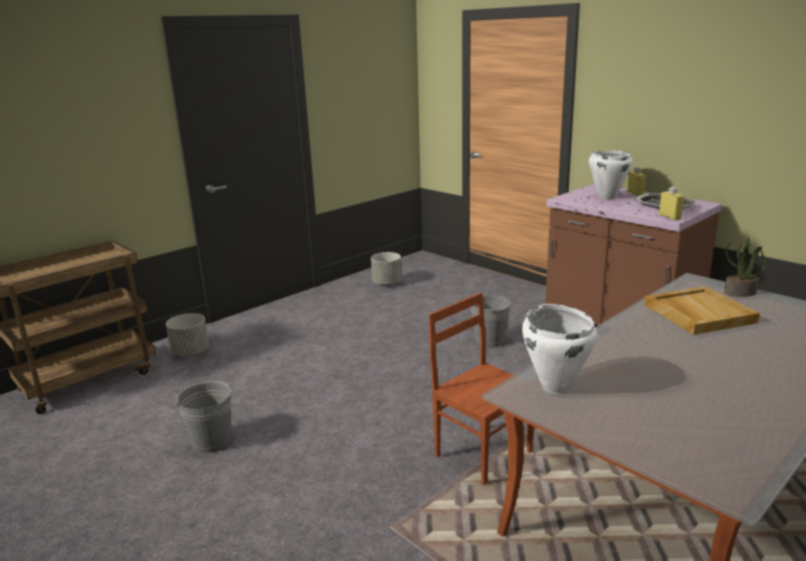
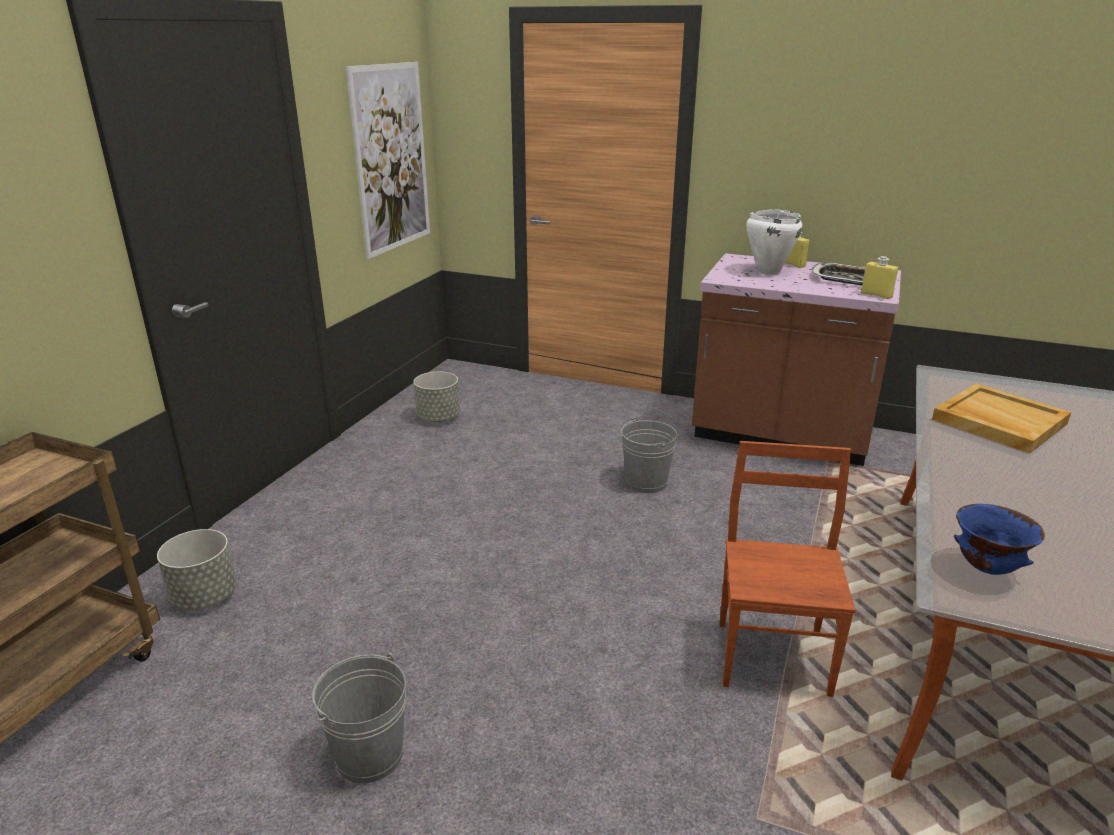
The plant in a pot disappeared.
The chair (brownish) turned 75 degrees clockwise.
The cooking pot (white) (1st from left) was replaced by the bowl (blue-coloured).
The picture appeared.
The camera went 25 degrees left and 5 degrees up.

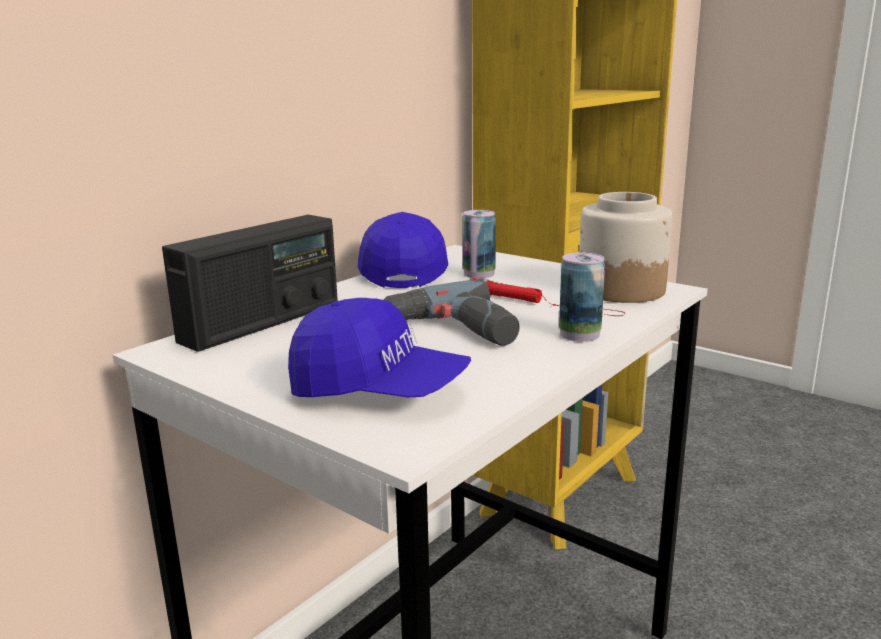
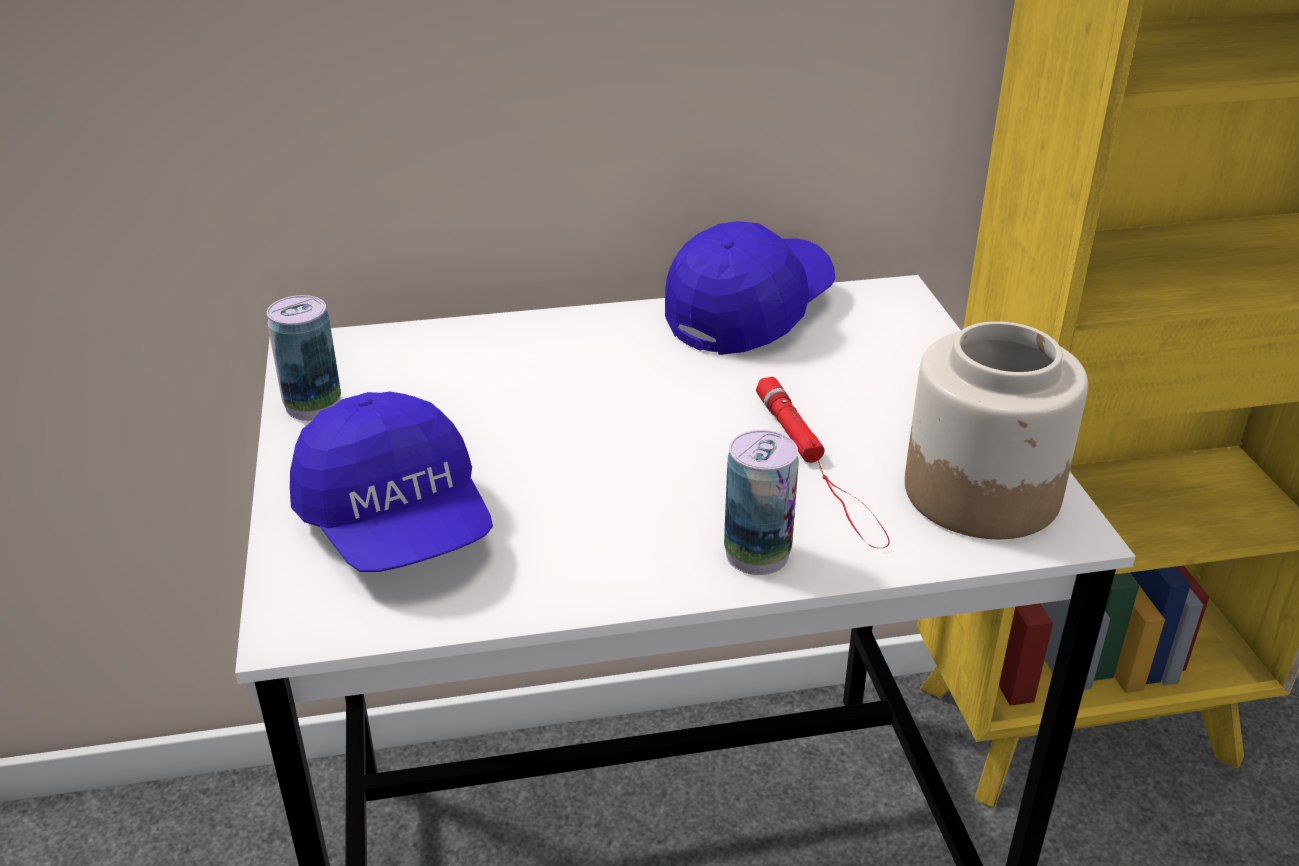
The metal can (1st from left) moved.
The radio set disappeared.
The power drill disappeared.
The camera went 40 degrees right and 15 degrees up.

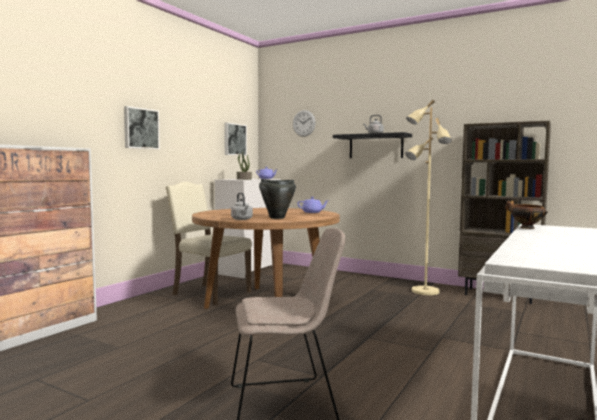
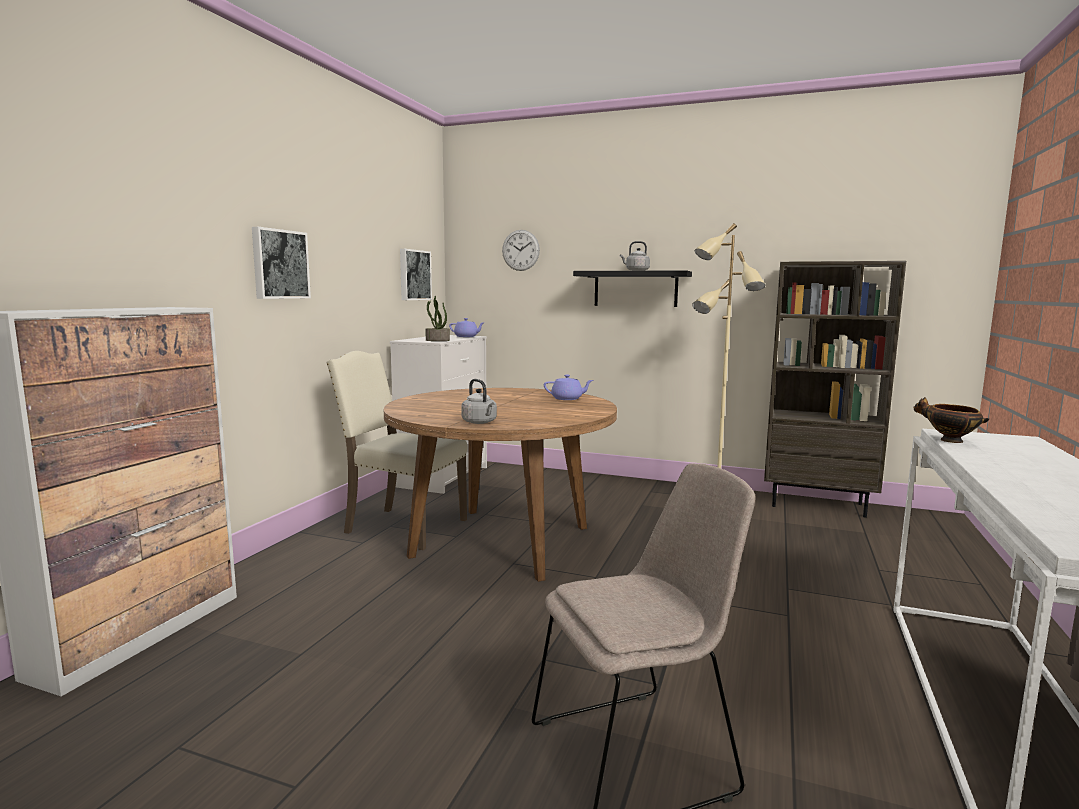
The cooking pot (blackish) disappeared.
The camera went 10 degrees left and 5 degrees up.

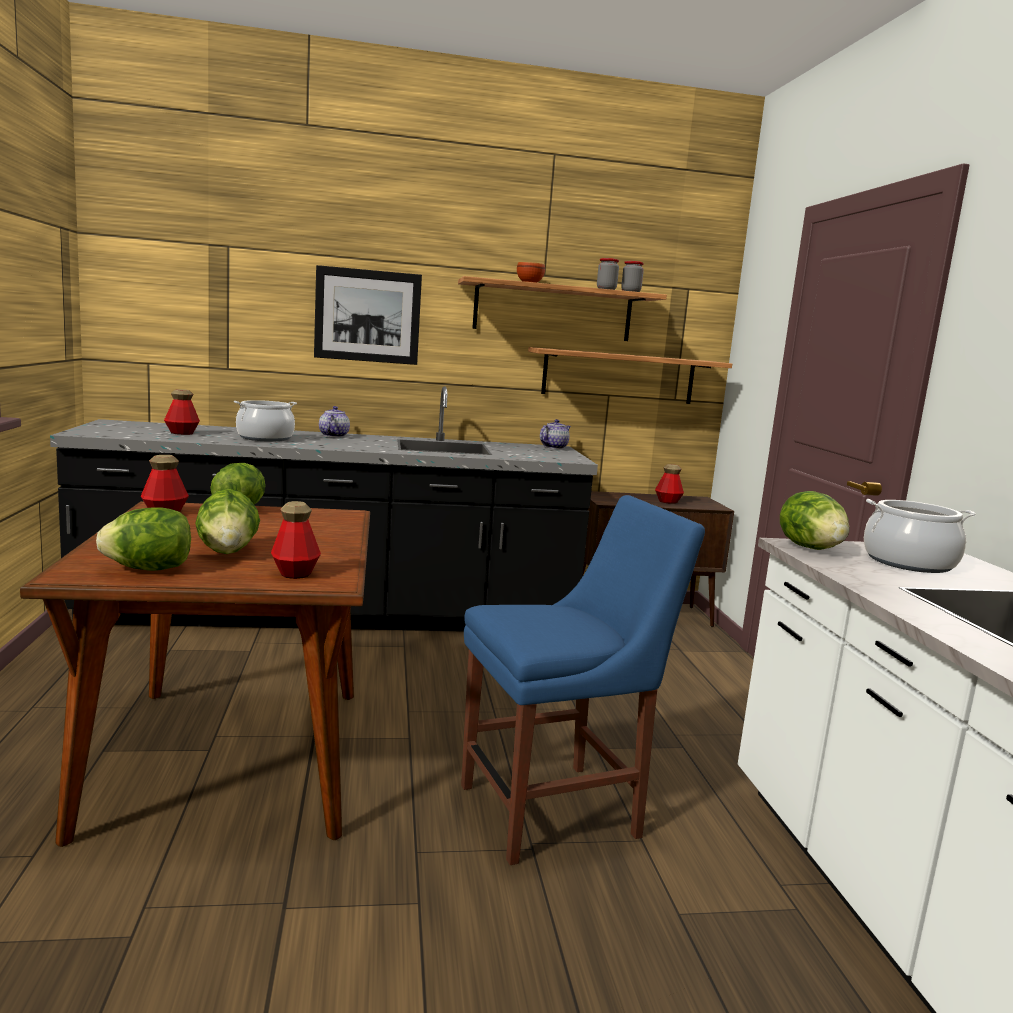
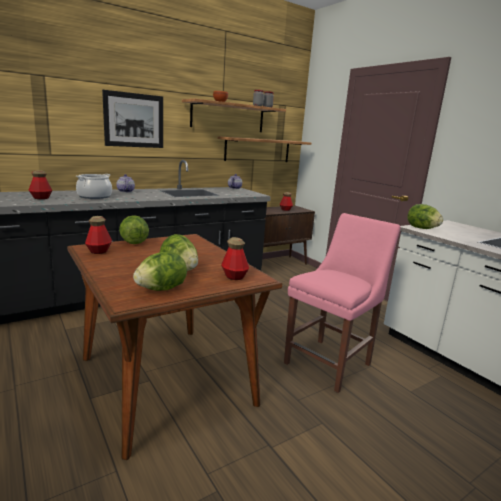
The chair (blue-coloured) became the chair (pink).
The cooking pot (2nd from left) disappeared.
The camera went 25 degrees left and 5 degrees up.

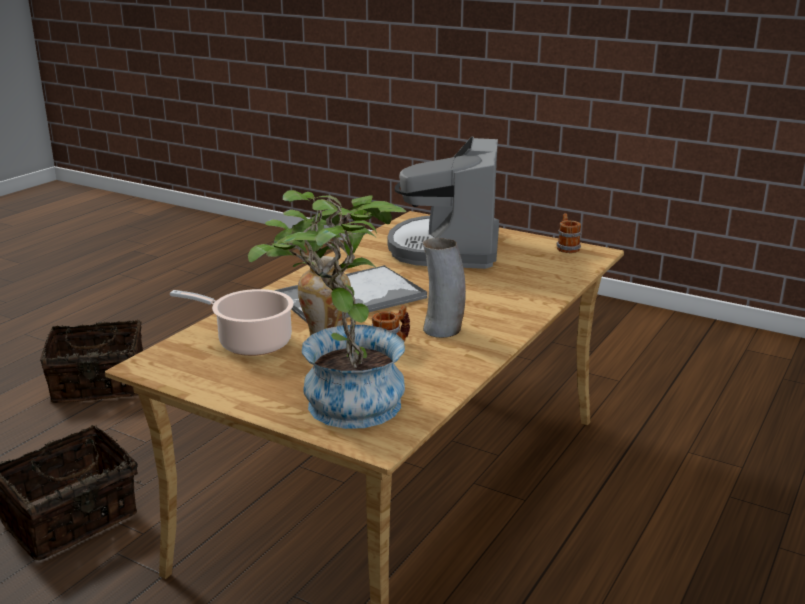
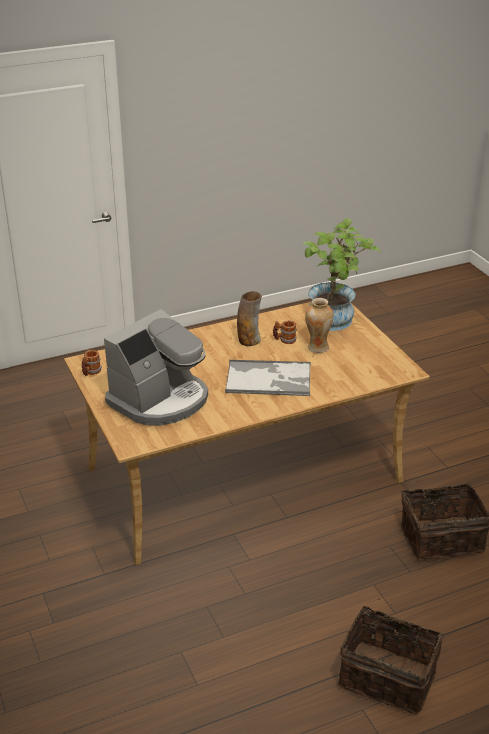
The cooking pot disappeared.
The camera went 145 degrees left and 10 degrees up.

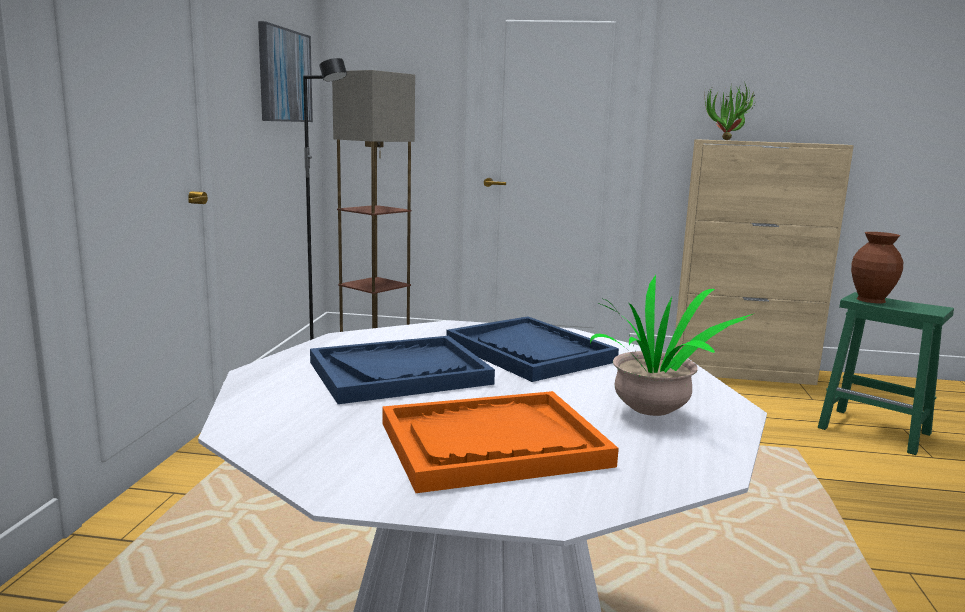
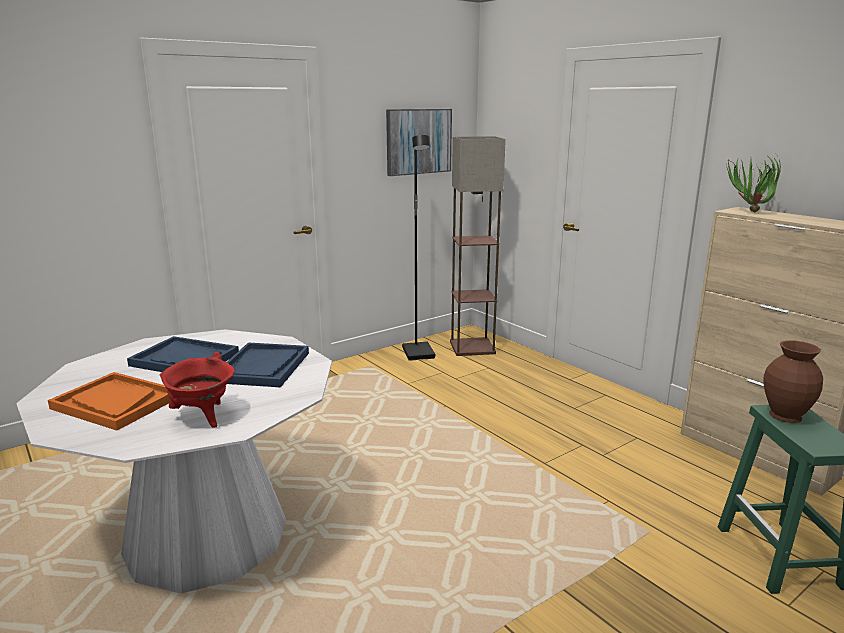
The plant in a pot (1st from left) was replaced by the cooking pot (red).
The camera went 45 degrees right and 5 degrees up.

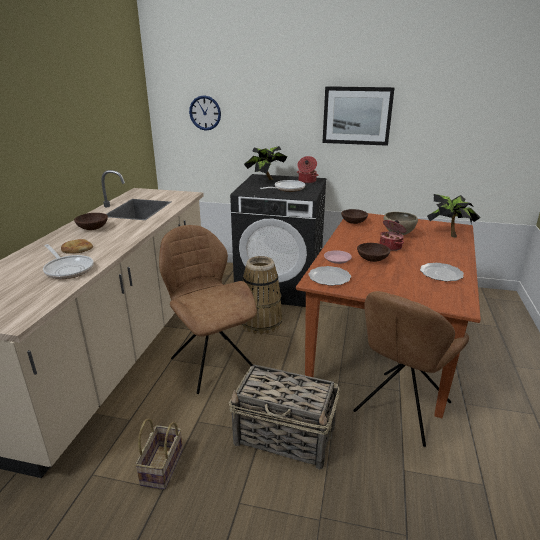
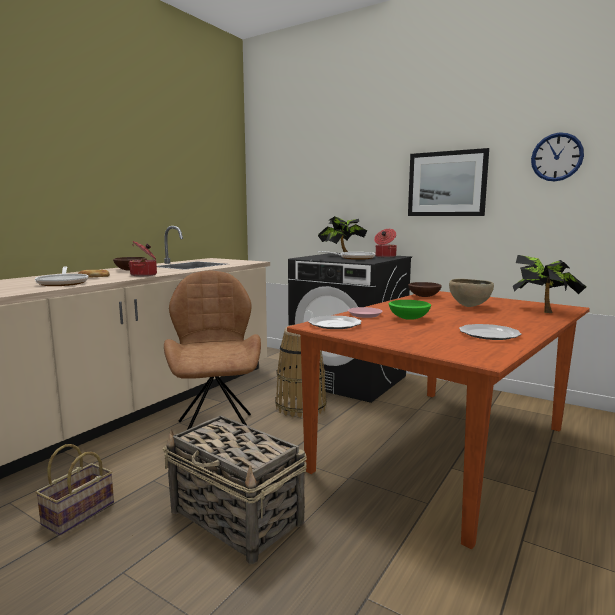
The hanging clock moved.
The cooking pot (2nd from left in the first image) moved.
The bowl (brownish) (3rd from left) became the bowl (greenish).
The chair (brownish) (2nd from left) disappeared.
The camera went 20 degrees right and 15 degrees down.

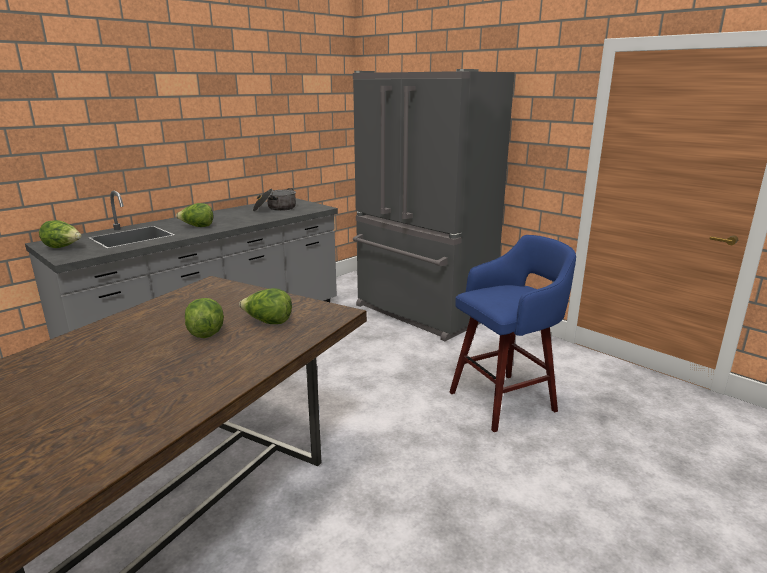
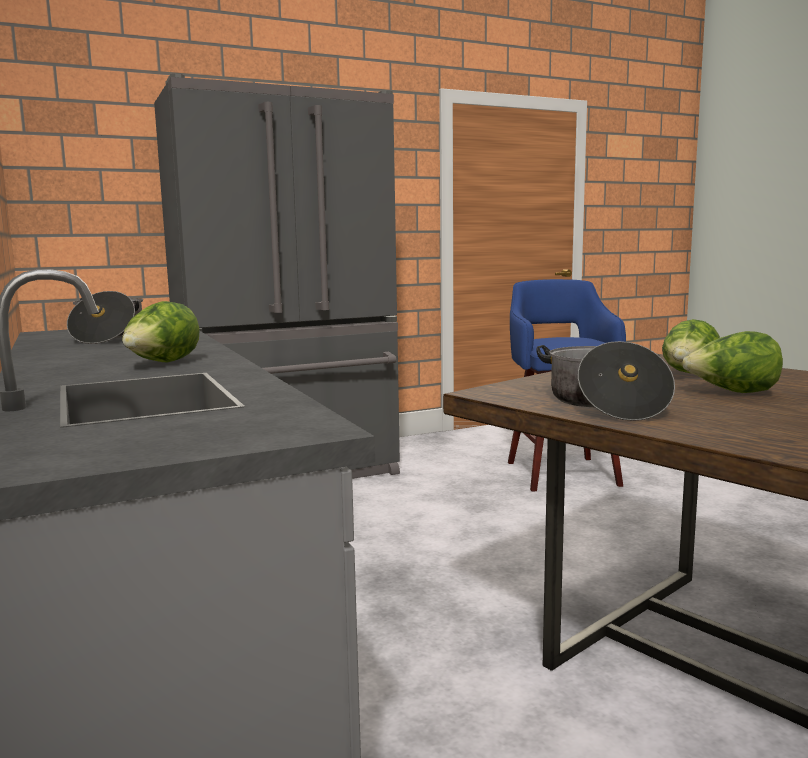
The head of lettuce (1st from left) disappeared.
The cooking pot (2nd from left) appeared.
The camera went 70 degrees left and 10 degrees down.

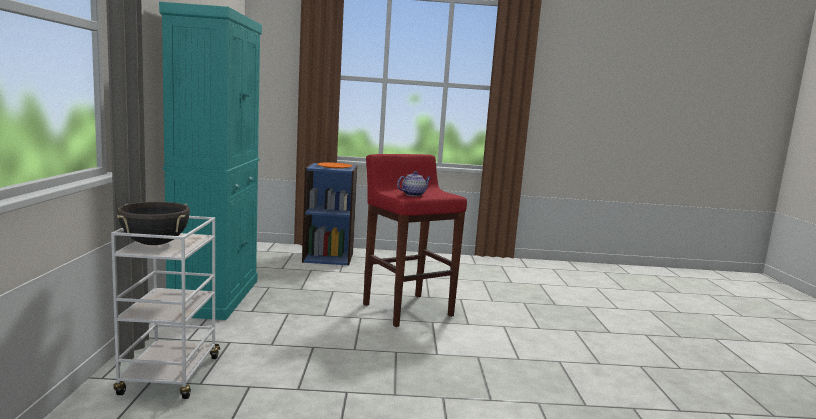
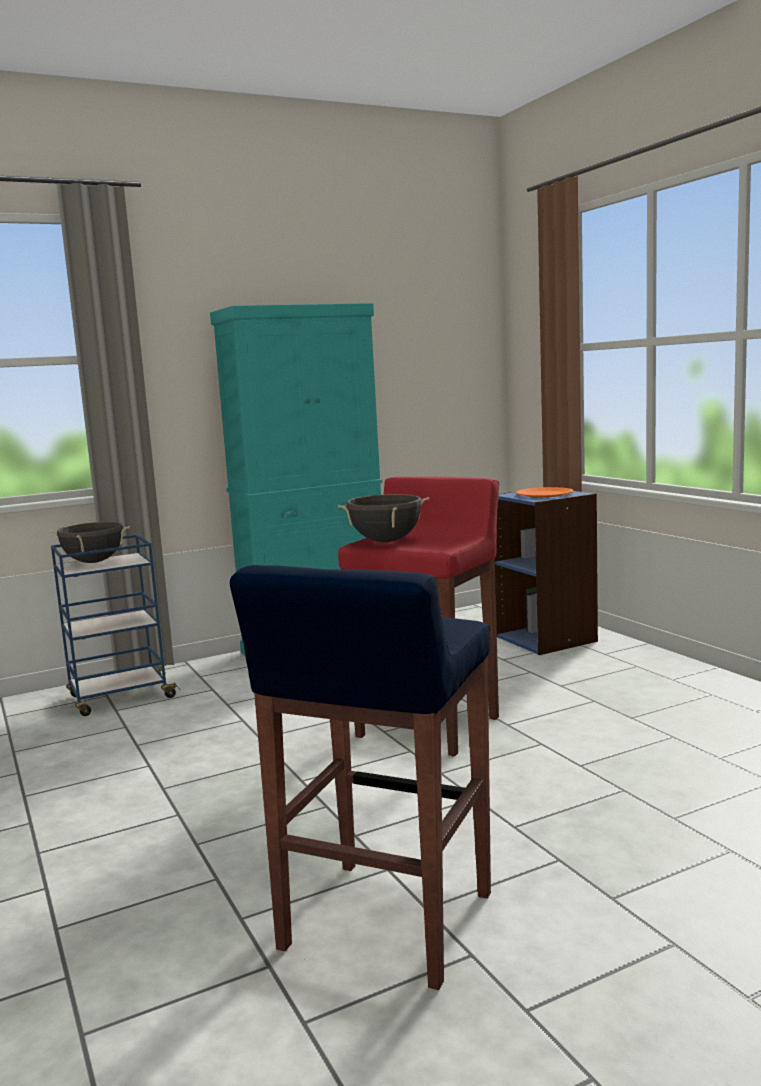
The tea pot was replaced by the cooking pot (blackish) (2nd from left).
The trolley (white) became the trolley (blue-coloured).
The stool (blue-coloured) appeared.
The camera went 65 degrees right and 0 degrees up.

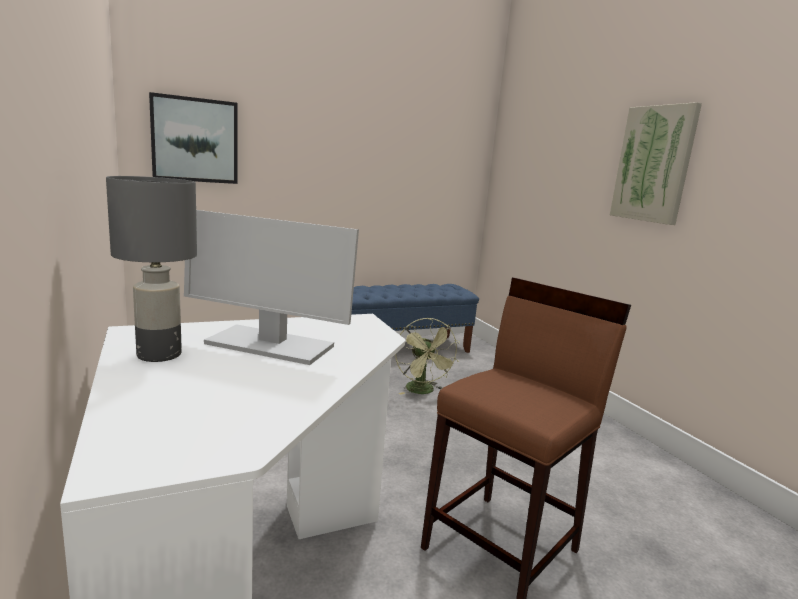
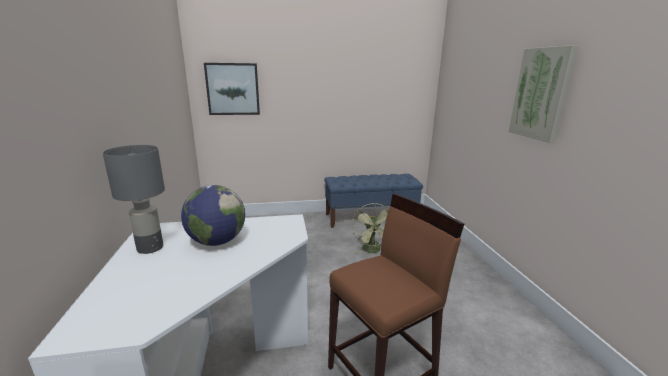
The computer display was replaced by the globe.
The camera went 15 degrees right and 5 degrees up.

